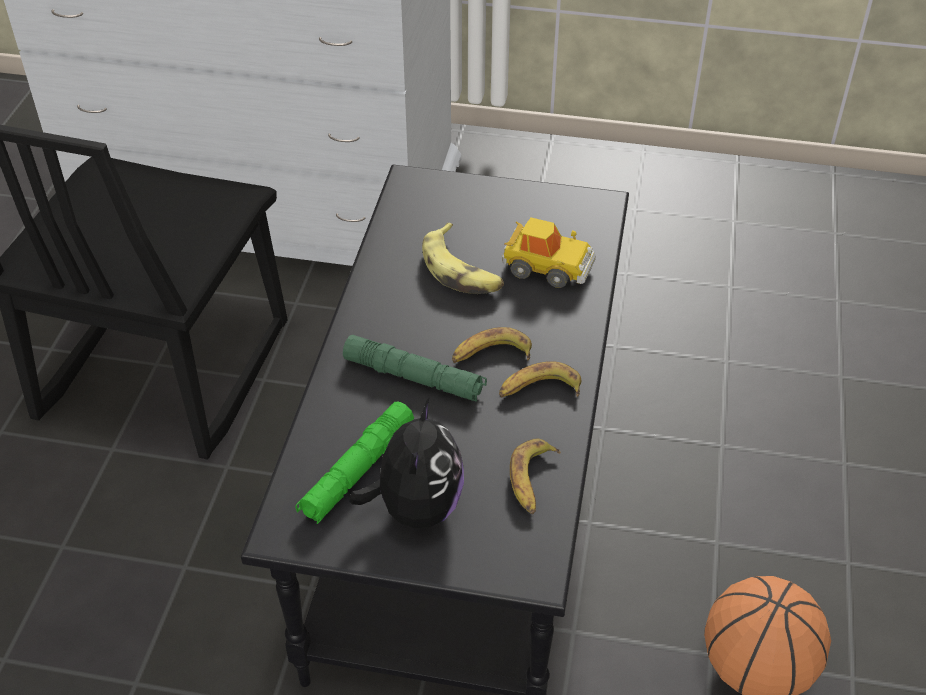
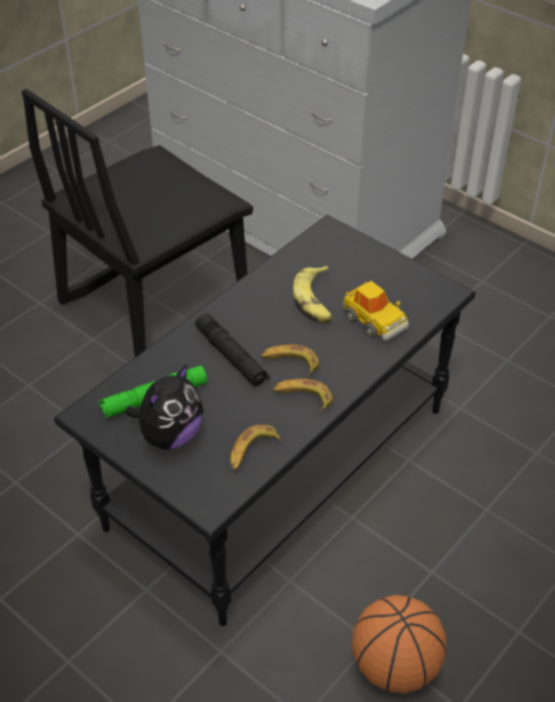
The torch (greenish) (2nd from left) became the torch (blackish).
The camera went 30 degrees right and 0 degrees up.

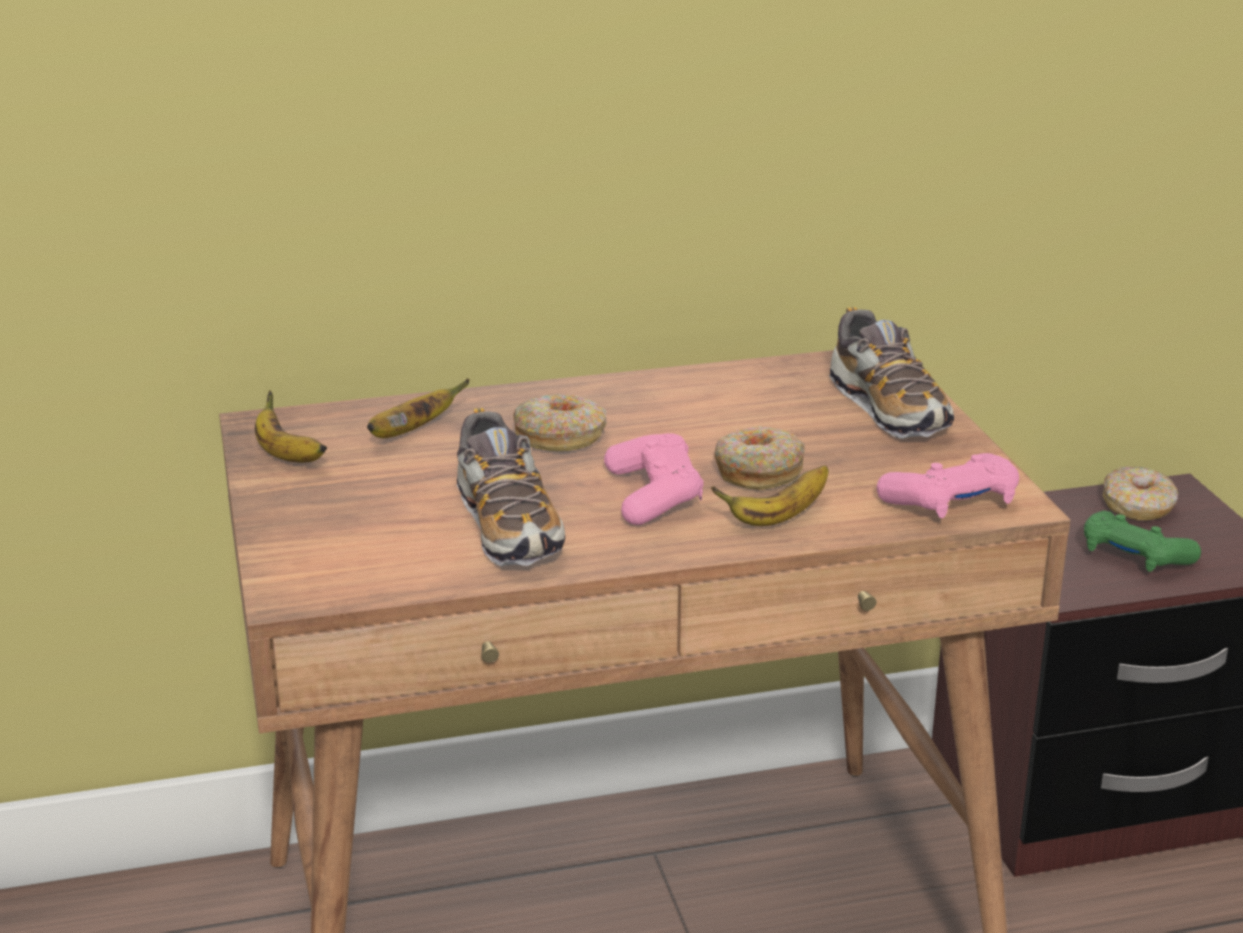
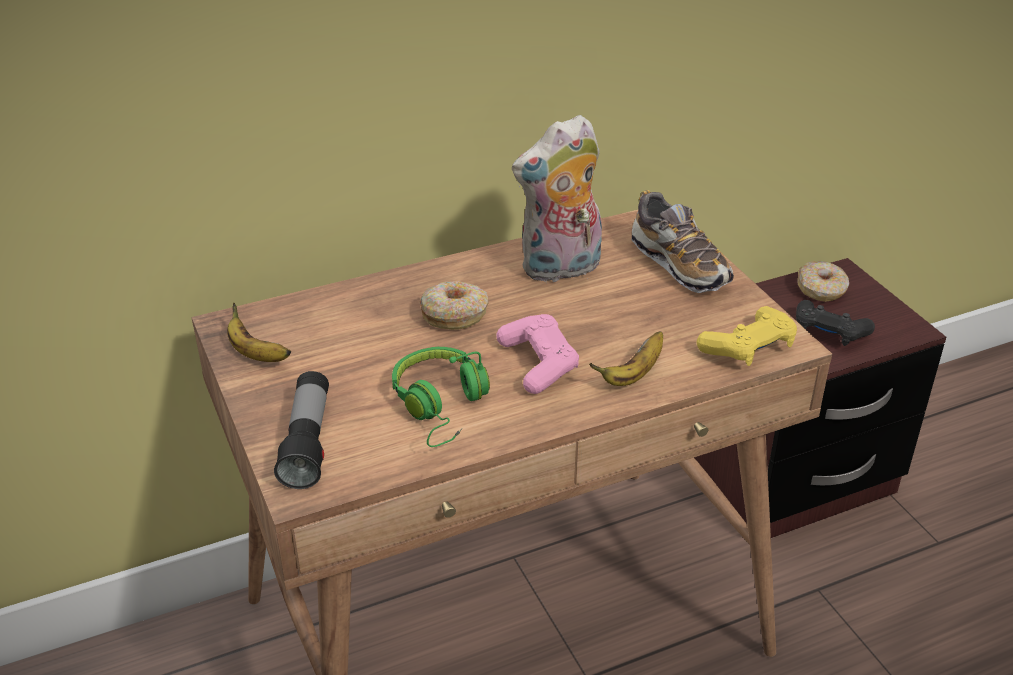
The banana fruit (2nd from left) disappeared.
The shoe (1st from left) was replaced by the headphones (greenish).
The donut (2nd from left) disappeared.
The game controller (pink) (2nd from left) became the game controller (yellowish).
The game controller (greenish) became the game controller (blackish).
The plush toy appeared.
The torch appeared.
The camera went 10 degrees left and 10 degrees up.

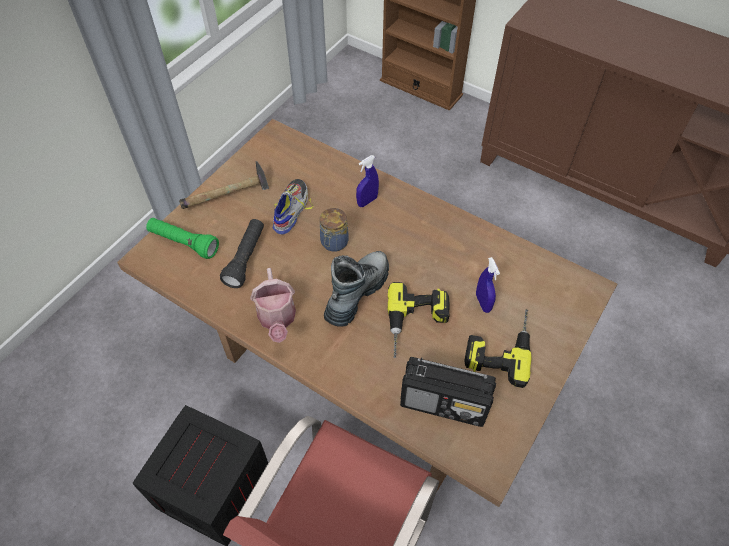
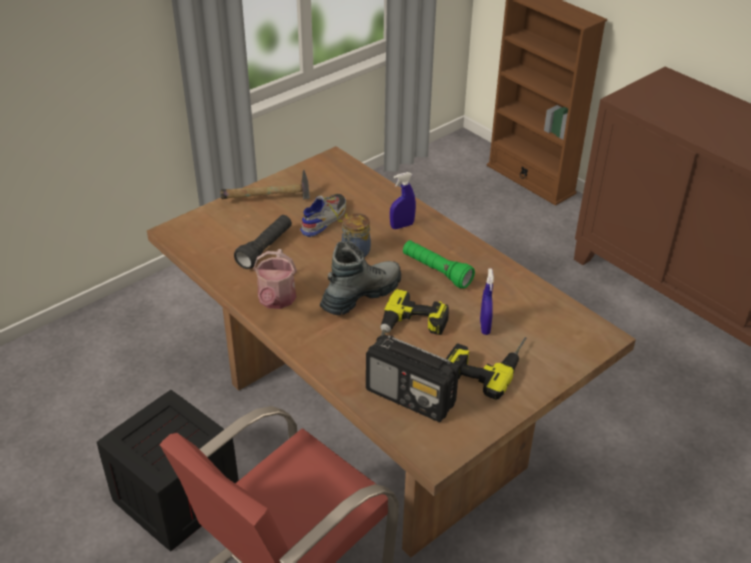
The torch (greenish) moved.
The camera went 15 degrees right and 15 degrees down.

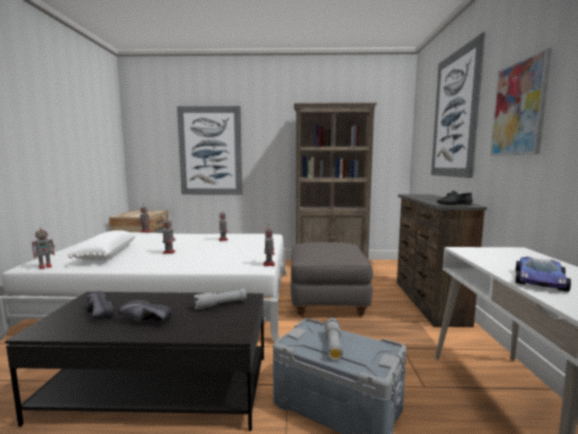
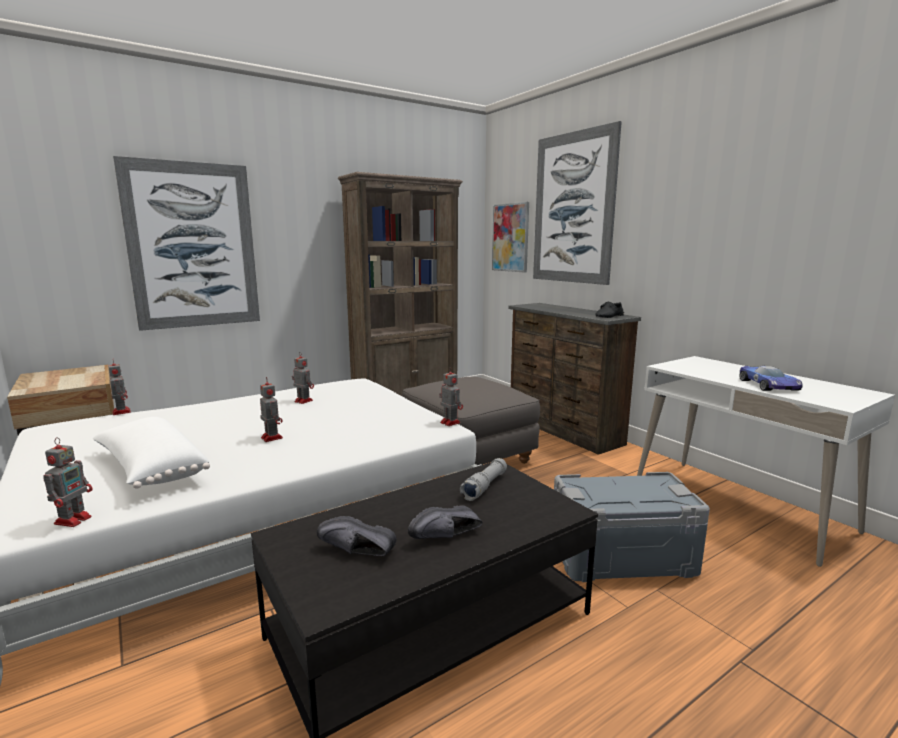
The picture (3rd from left in the first image) moved.
The torch (gray) (2nd from left) disappeared.
The camera went 35 degrees left and 5 degrees up.

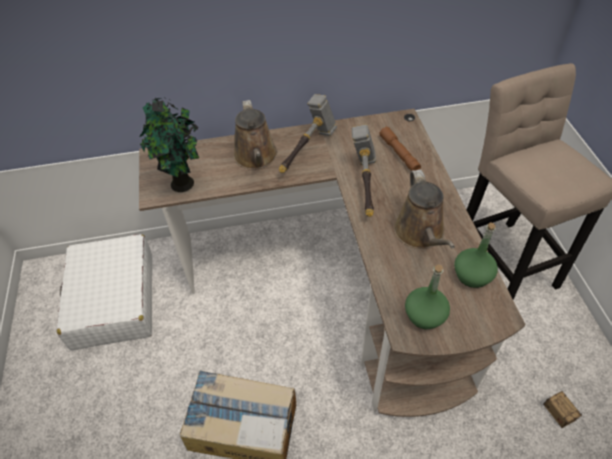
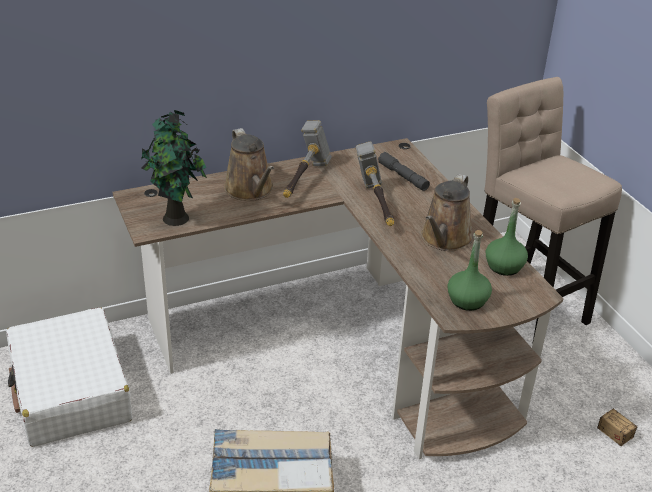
The torch (brownish) became the torch (gray).
The watering pot (brownish) (2nd from left) turned 45 degrees clockwise.
The camera went 15 degrees left and 15 degrees down.

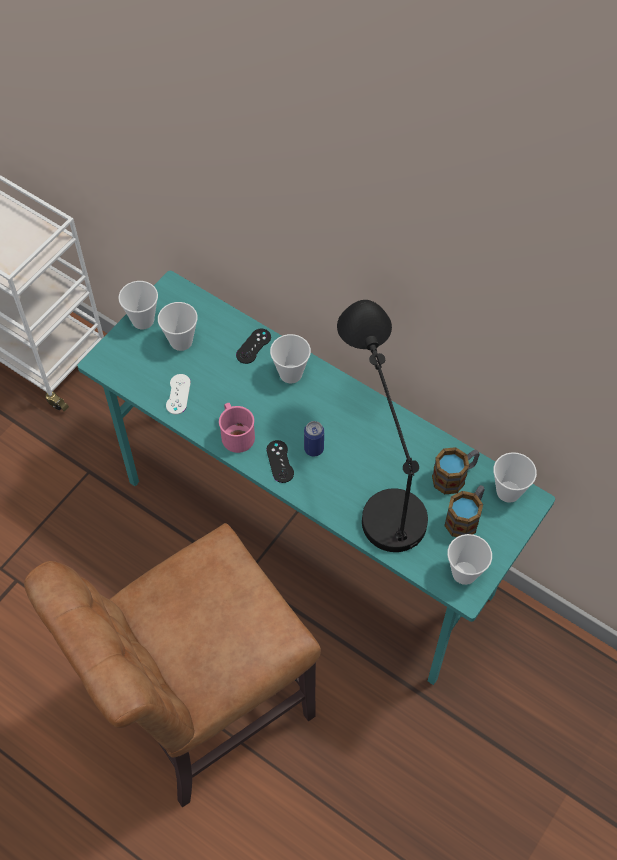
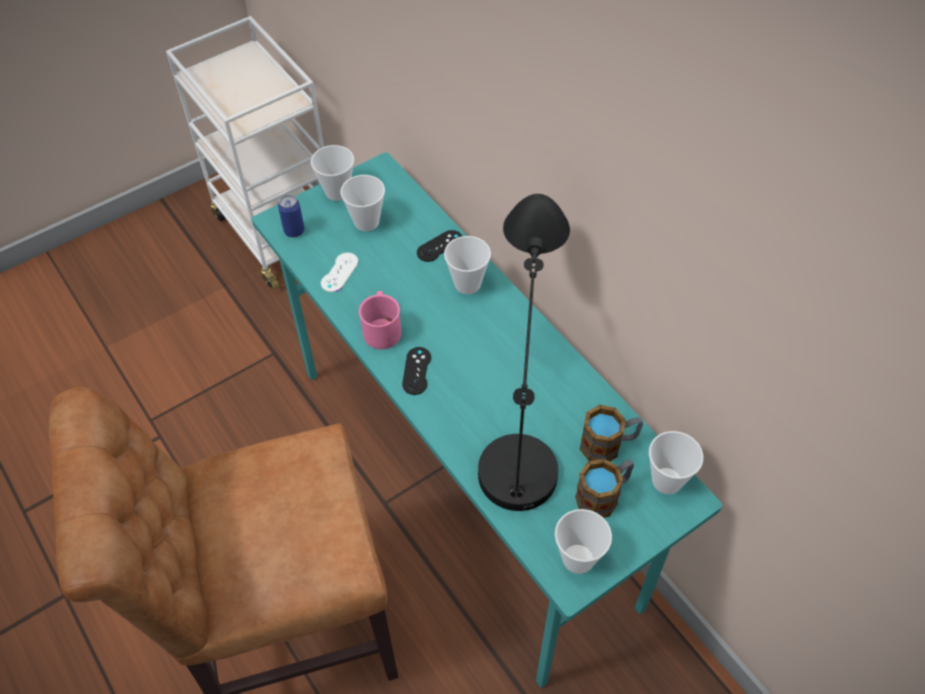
The metal can moved.
The camera went 20 degrees right and 5 degrees down.

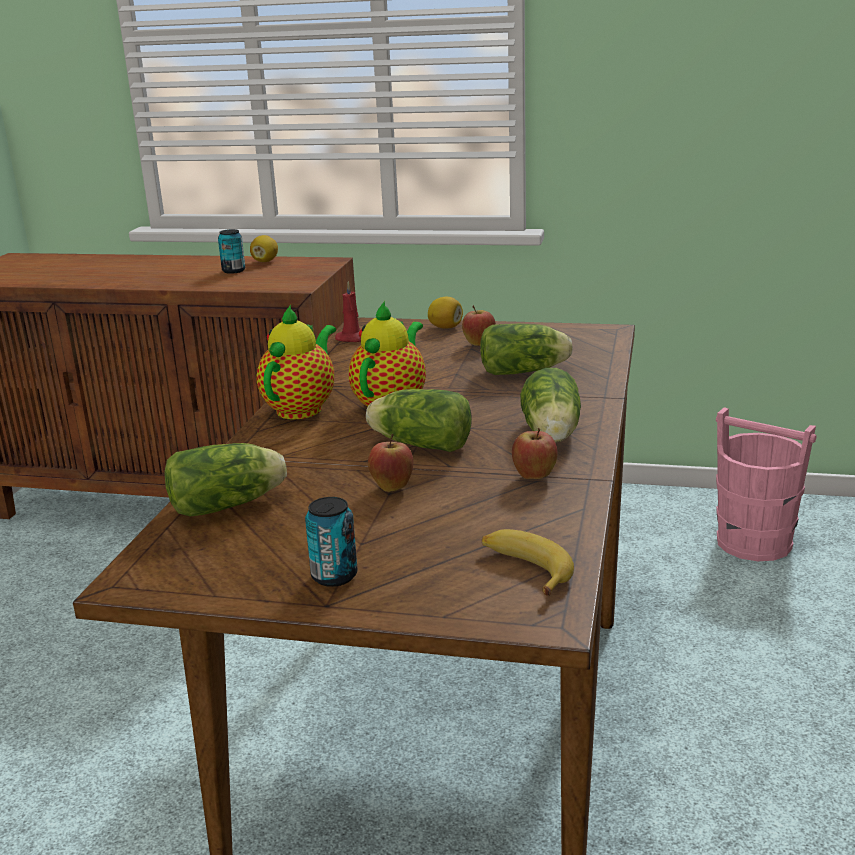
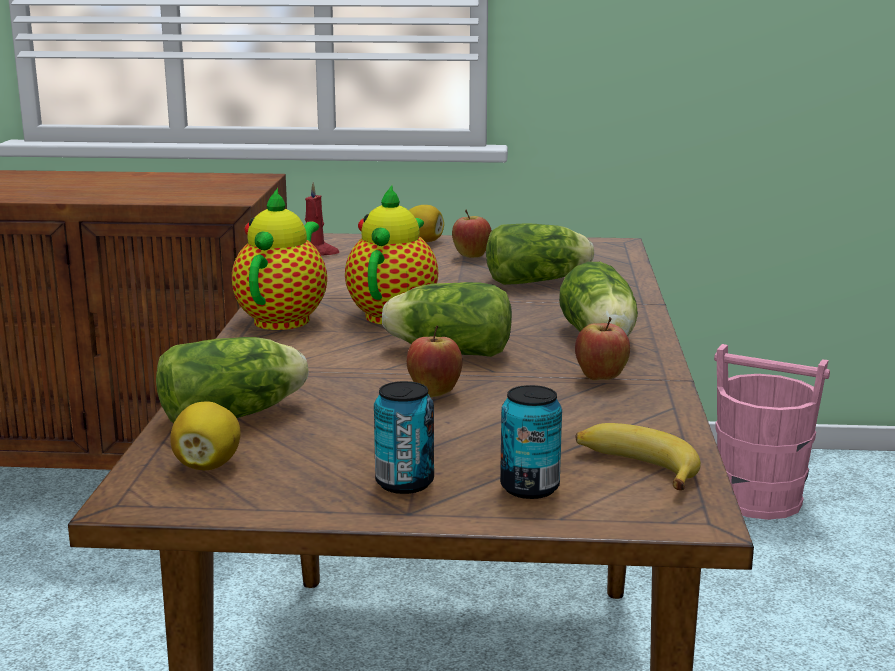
The metal can (1st from left in the first image) moved.
The lemon (1st from left) moved.
The camera went 10 degrees left and 5 degrees down.

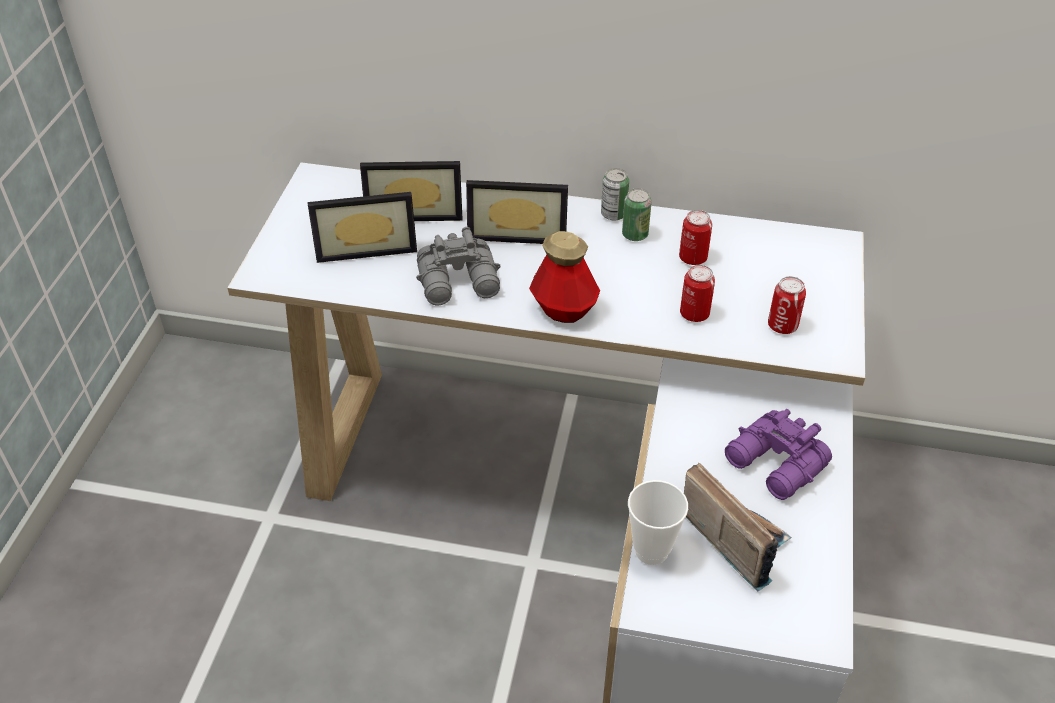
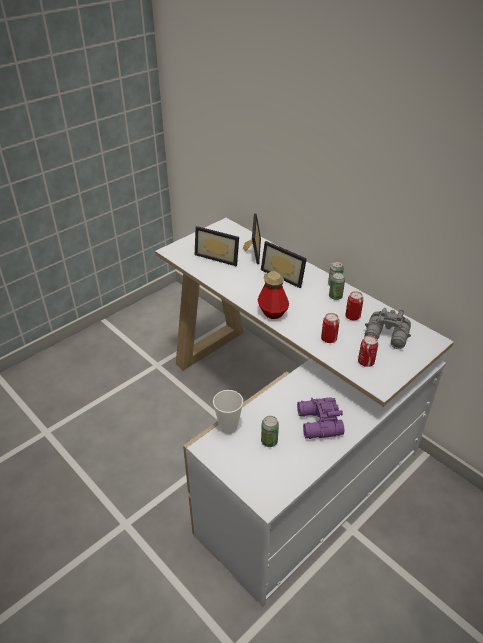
The picture frame (2nd from left) turned 120 degrees counterclockwise.
The binoculars (gray) moved.
The radio set was replaced by the metal can (1st from left).
The camera went 35 degrees right and 5 degrees down.

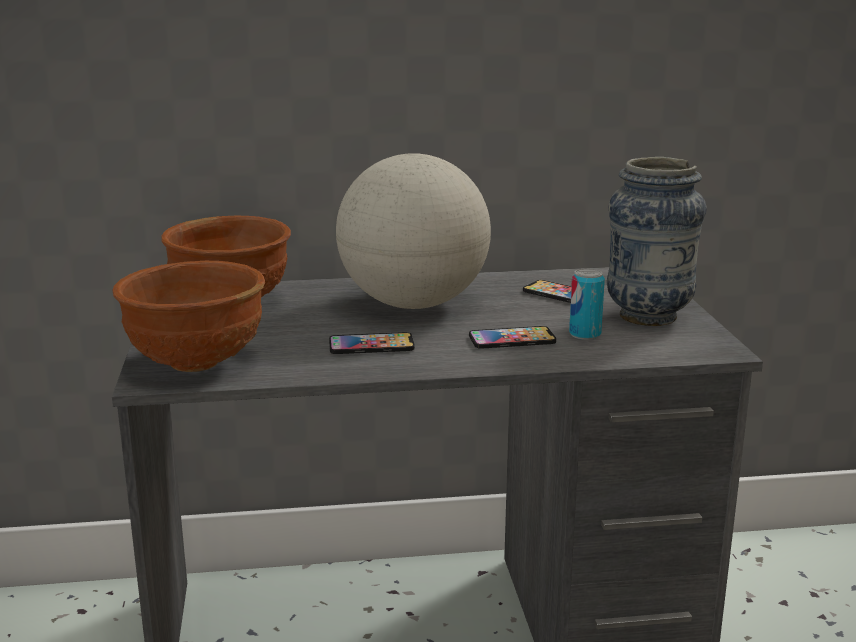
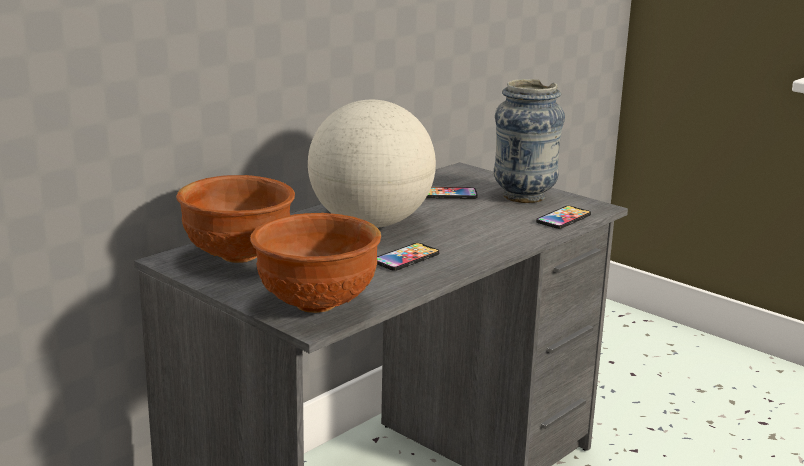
The metal can disappeared.
The phone (2nd from left in the first image) moved.
The camera went 40 degrees left and 0 degrees up.

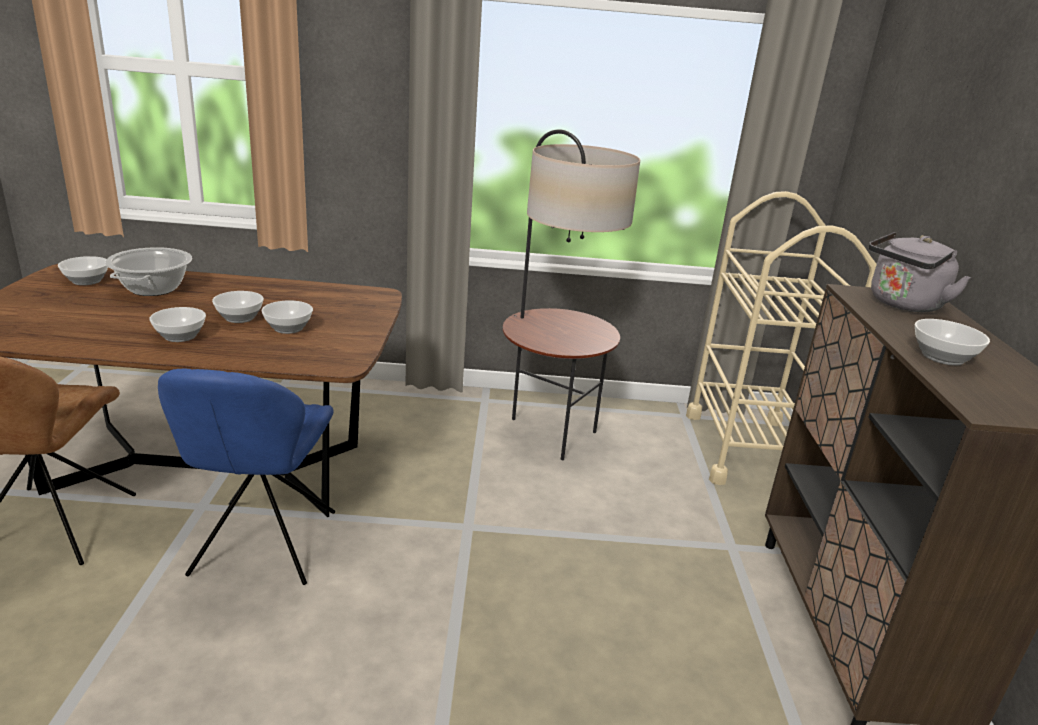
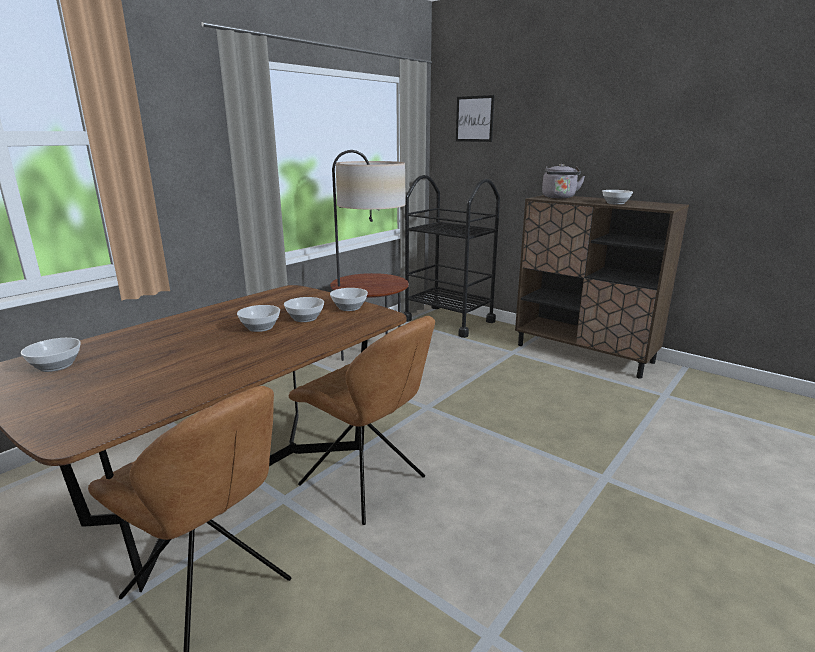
The trolley (beige) became the trolley (blackish).
The cooking pot disappeared.
The bowl (2nd from left in the first image) moved.
The chair (blue-coloured) became the chair (brownish) (2nd from left).
The picture appeared.
The camera went 50 degrees left and 5 degrees down.

